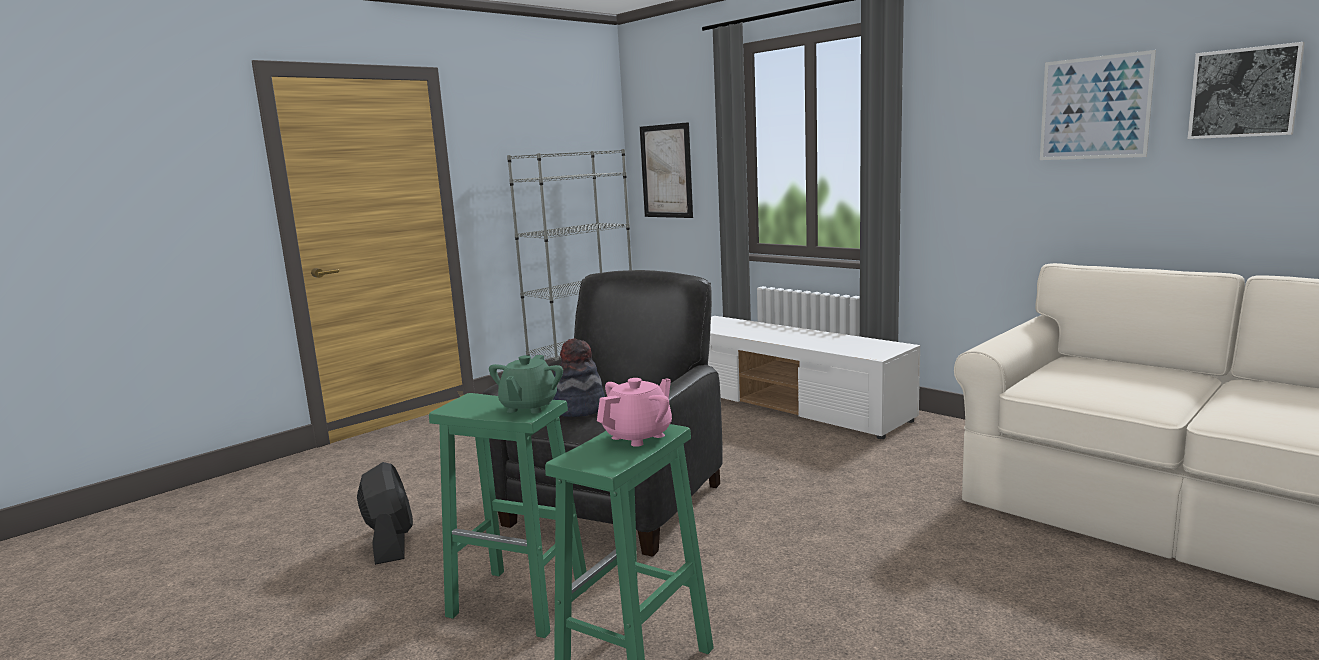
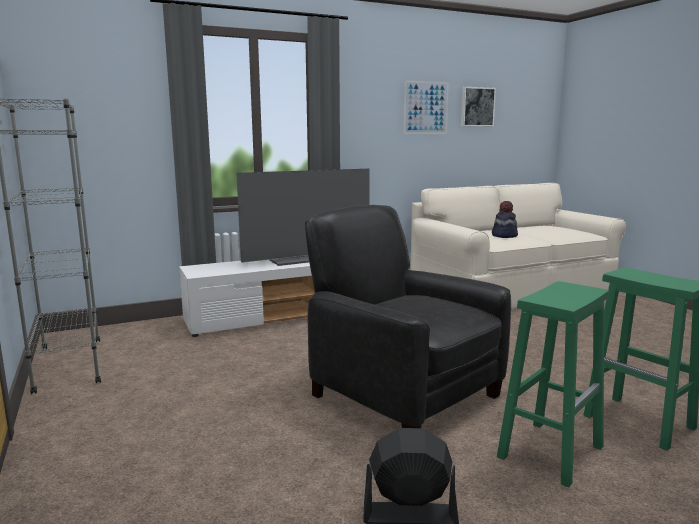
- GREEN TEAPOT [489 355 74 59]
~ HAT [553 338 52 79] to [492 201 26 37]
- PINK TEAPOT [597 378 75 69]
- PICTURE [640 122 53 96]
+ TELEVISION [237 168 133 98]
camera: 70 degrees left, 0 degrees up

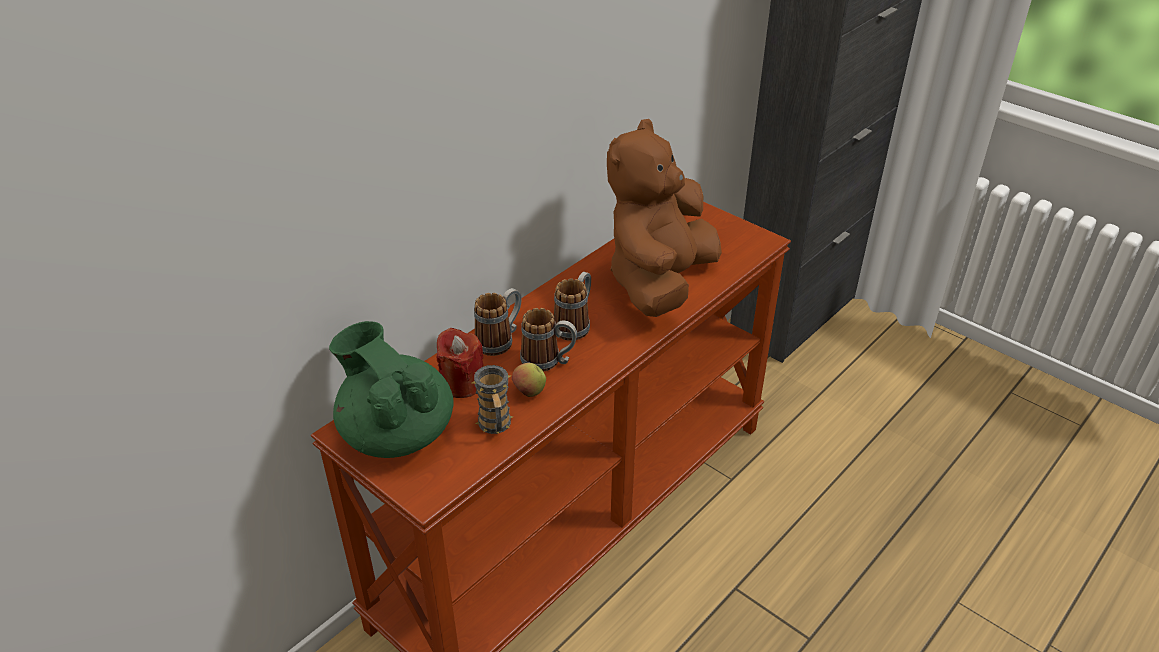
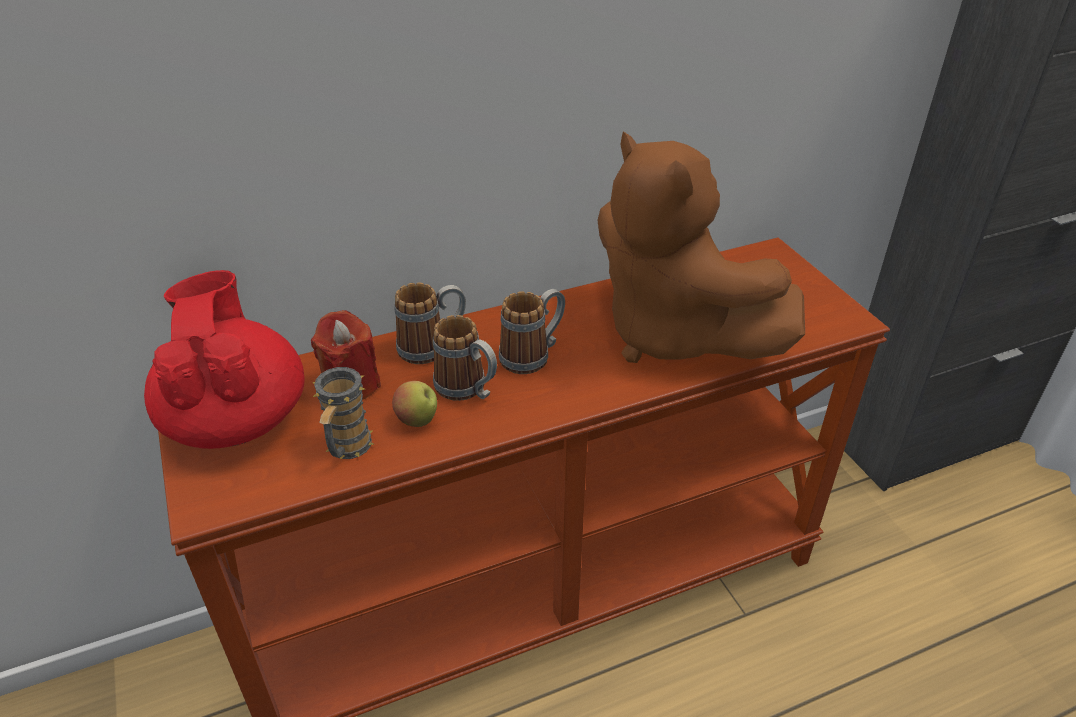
~ GREEN TEAPOT [329 321 125 137] to RED TEAPOT [144 270 161 179]
~ BROWN PLUSH TOY [607 119 115 198] = [598 132 207 231] 90 degrees counterclockwise
camera: 25 degrees right, 0 degrees up

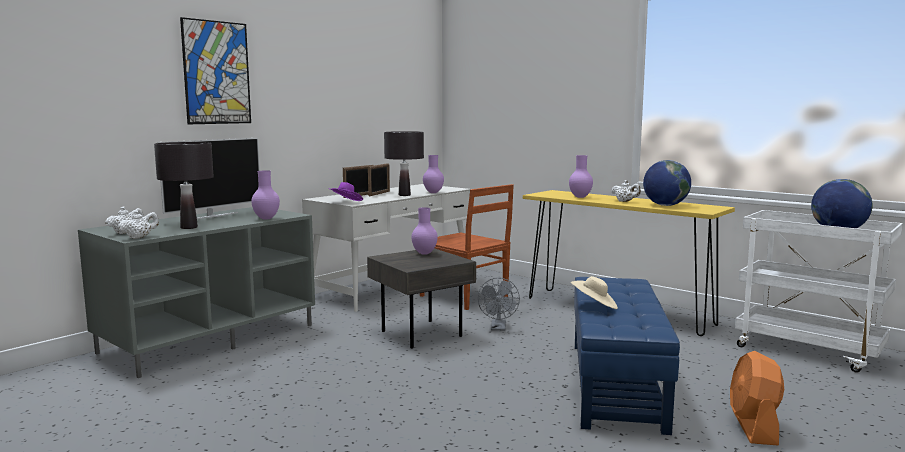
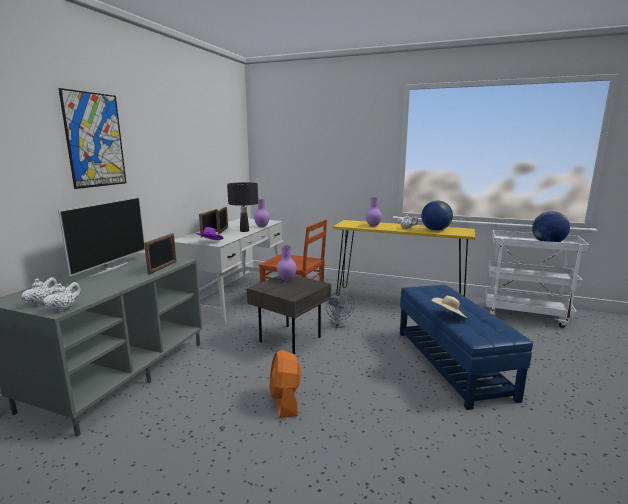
- BLACK TABLE LAMP [154 142 60 87]
~ PURPLE VASE [251 170 29 50] to PICTURE FRAME [144 233 33 42]
~ ORANGE FAN [730 351 54 94] to [270 350 31 68]
camera: 20 degrees left, 5 degrees up

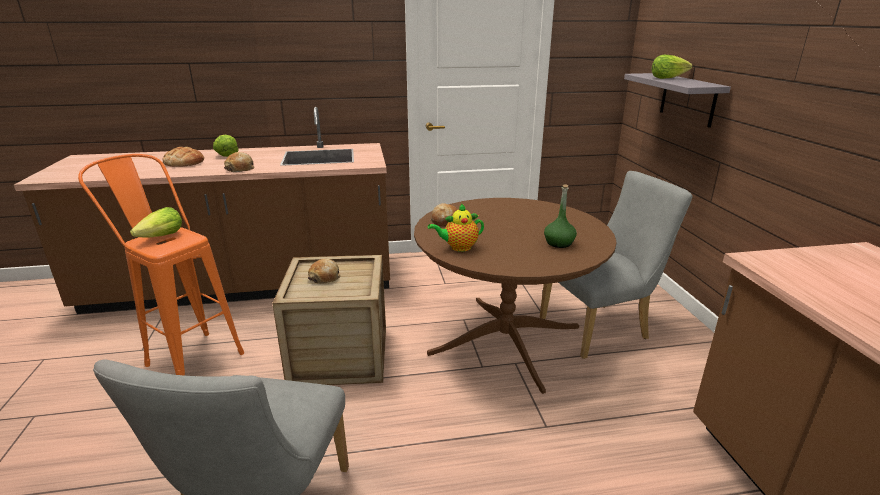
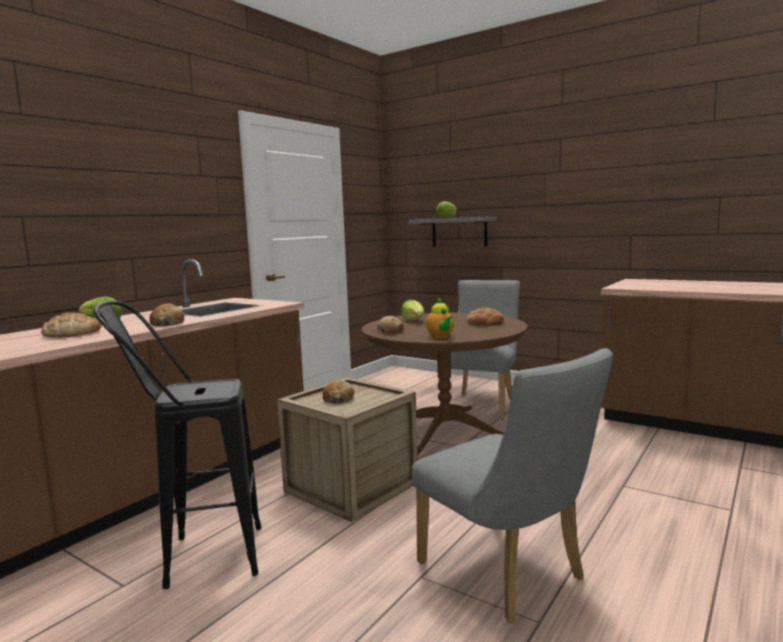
~ ORANGE STOOL [78 154 166 222] to BLACK STOOL [93 301 168 288]
~ LETTUCE [130 207 52 30] to [401 300 23 20]
~ TEAPOT [428 204 56 48] = [426 297 28 41] 45 degrees counterclockwise
~ GREEN BOTTLE [544 185 33 63] to BREAD [467 307 37 18]
camera: 45 degrees left, 15 degrees down

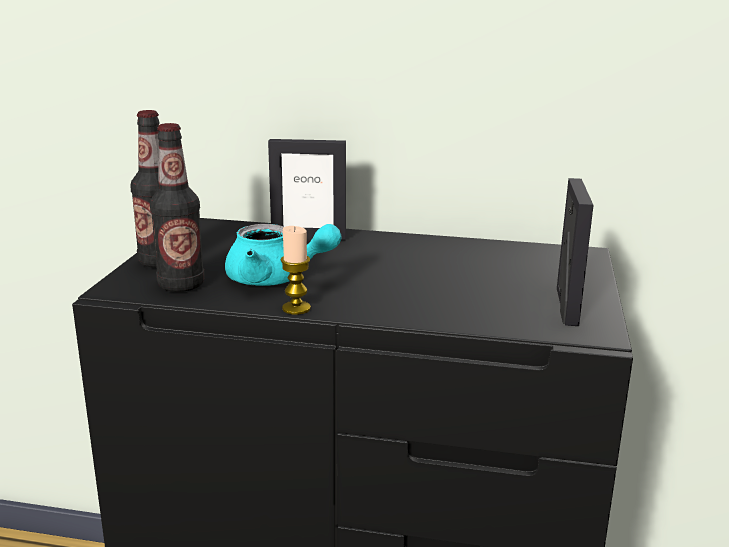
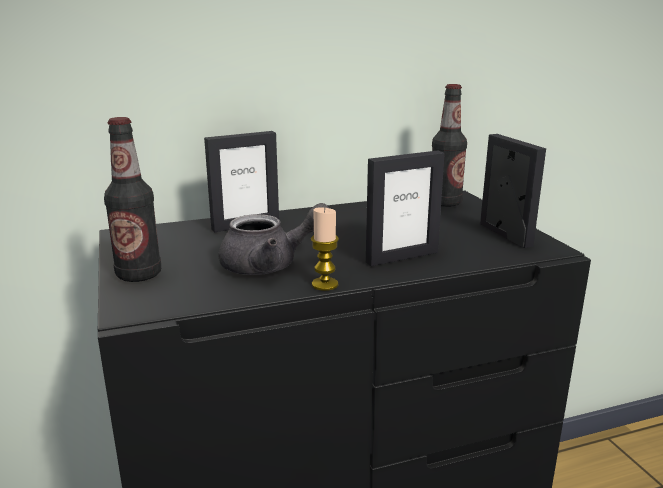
~ BOTTLE [150 123 55 169] to [432 84 35 123]
~ TURQUOISE TEAPOT [225 224 116 62] to GREY TEAPOT [219 203 110 72]
+ PICTURE FRAME [366 150 79 116]
camera: 30 degrees left, 0 degrees up

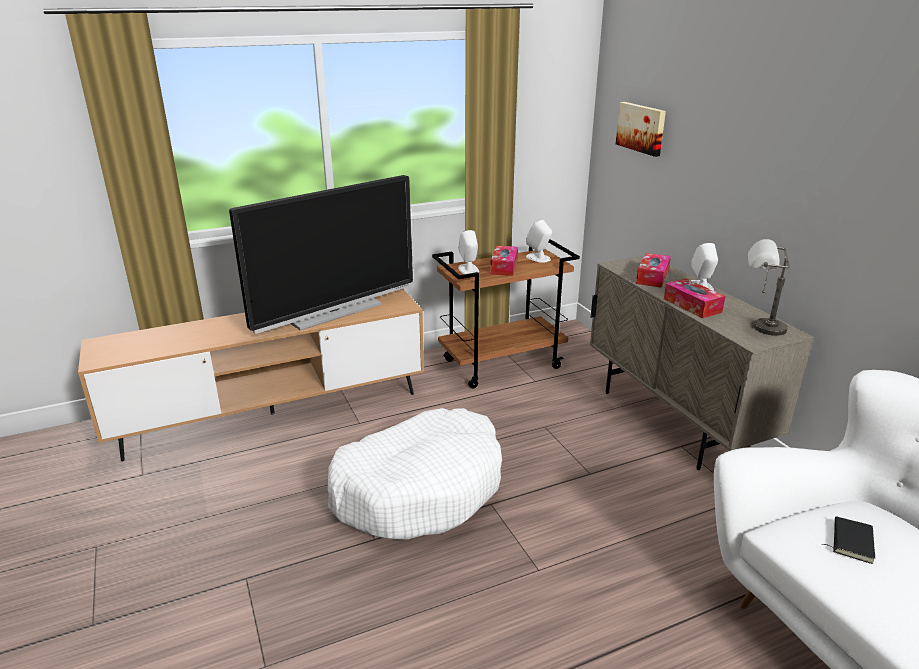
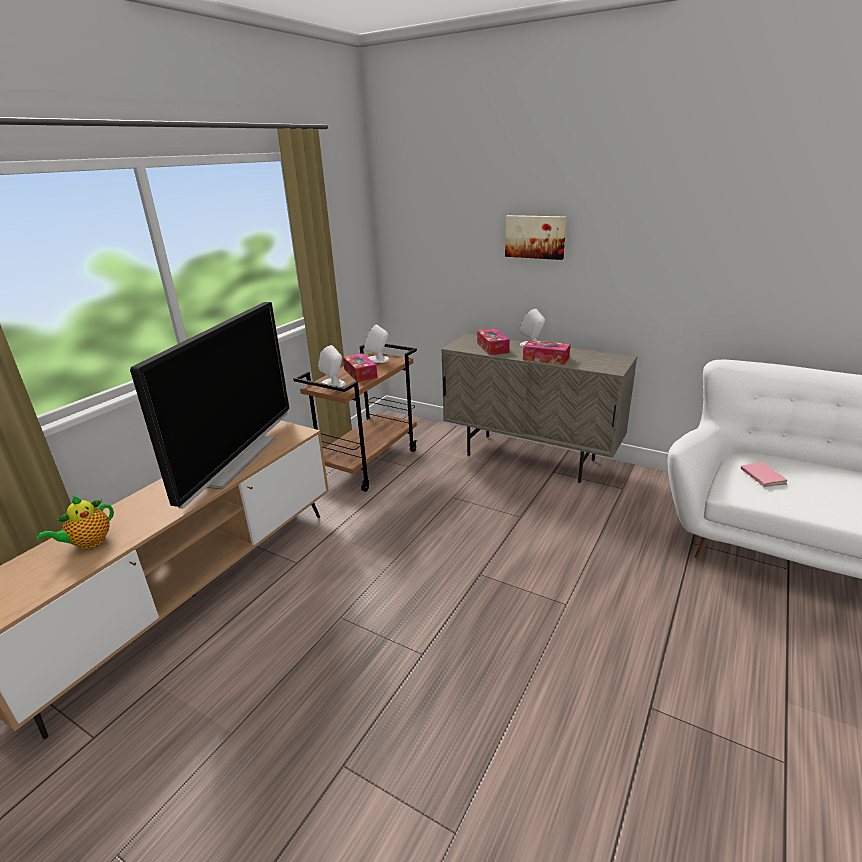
- WHITE DOG BED [328 408 174 132]
~ PICTURE [616 102 50 55] to [505 215 61 45]
- GREY TABLE LAMP [748 239 42 97]
~ BLACK BOOK [822 516 53 48] to PINK BOOK [741 462 46 25]
+ TEAPOT [36 496 78 53]
camera: 35 degrees left, 0 degrees up

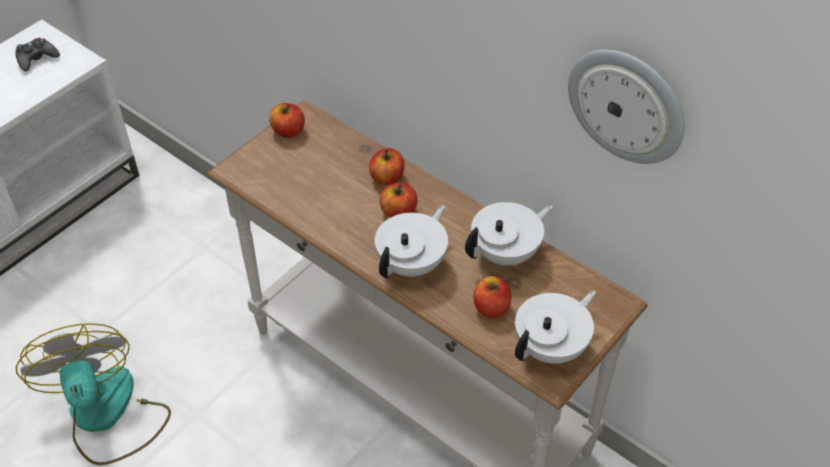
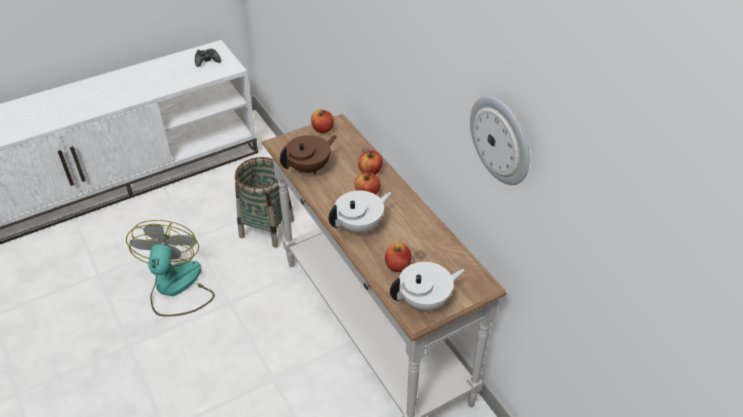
- WHITE TEAPOT [465 202 88 64]
+ BASKET [235 157 59 91]
+ BROWN TEAPOT [280 135 57 40]
camera: 20 degrees right, 5 degrees down

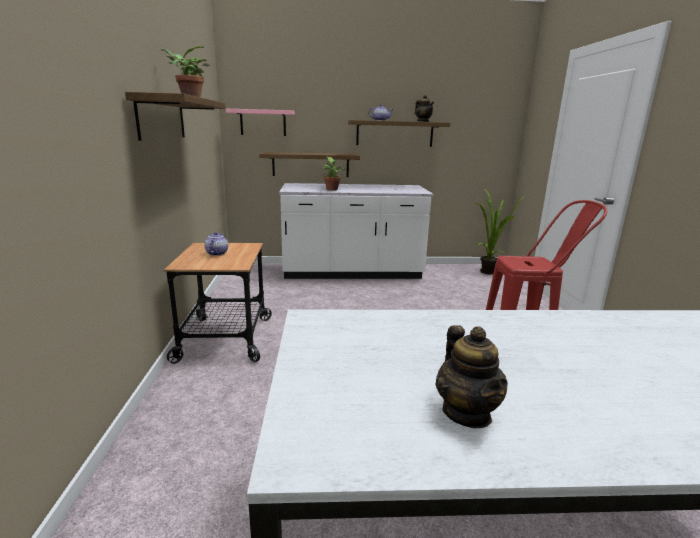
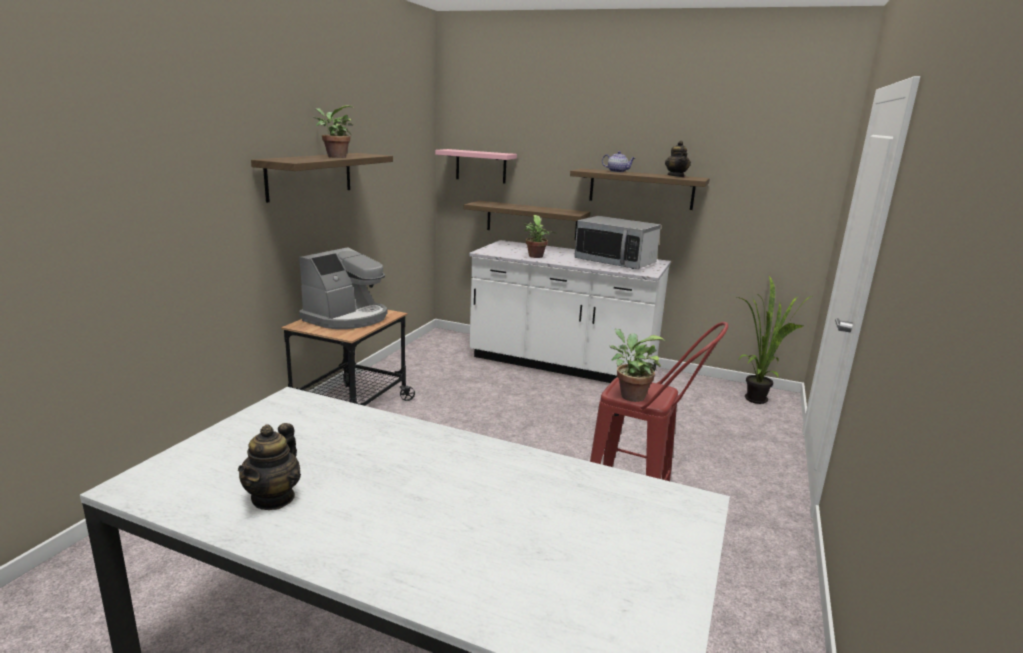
~ TEAPOT [204 232 24 24] to COFFEE MACHINE [299 247 88 82]
+ MICROWAVE [574 216 87 53]
+ POTTED PLANT [610 329 55 73]
camera: 25 degrees right, 0 degrees up

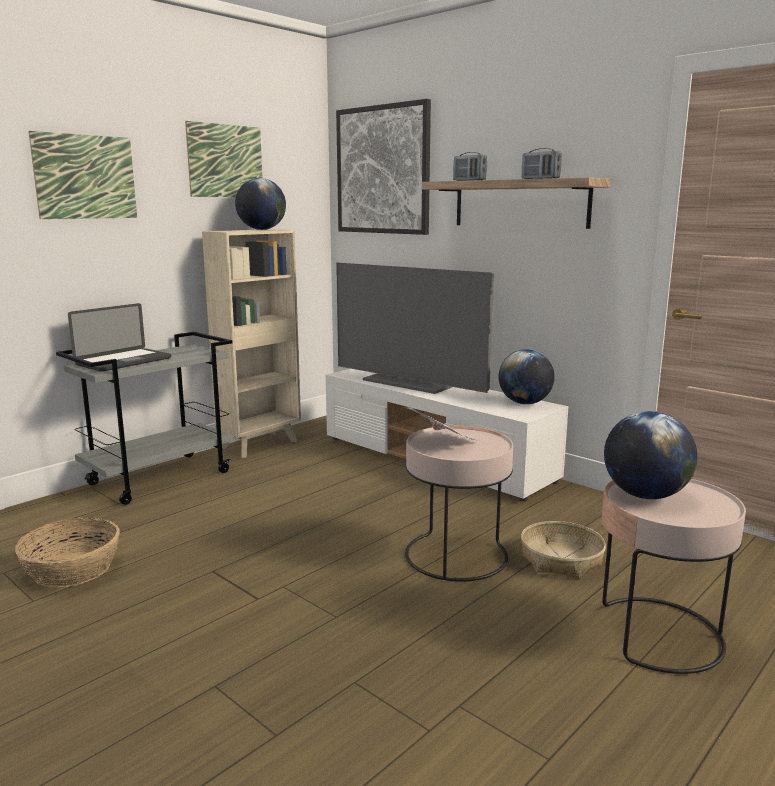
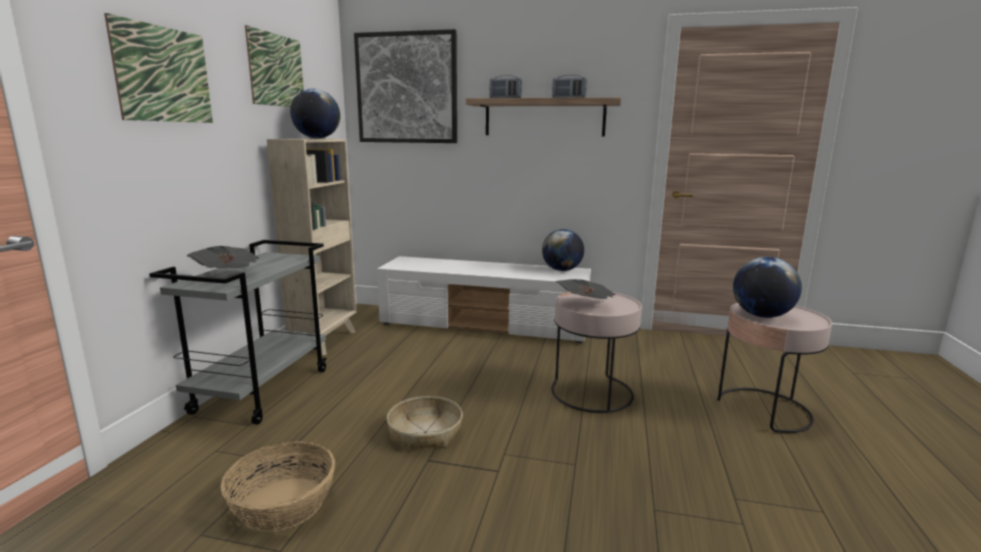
~ LAPTOP [68 303 103 69] to NEWSPAPER [187 246 72 22]
- TELEVISION [336 263 158 131]
~ BASKET [521 521 85 58] to [387 396 76 55]
camera: 30 degrees left, 0 degrees up

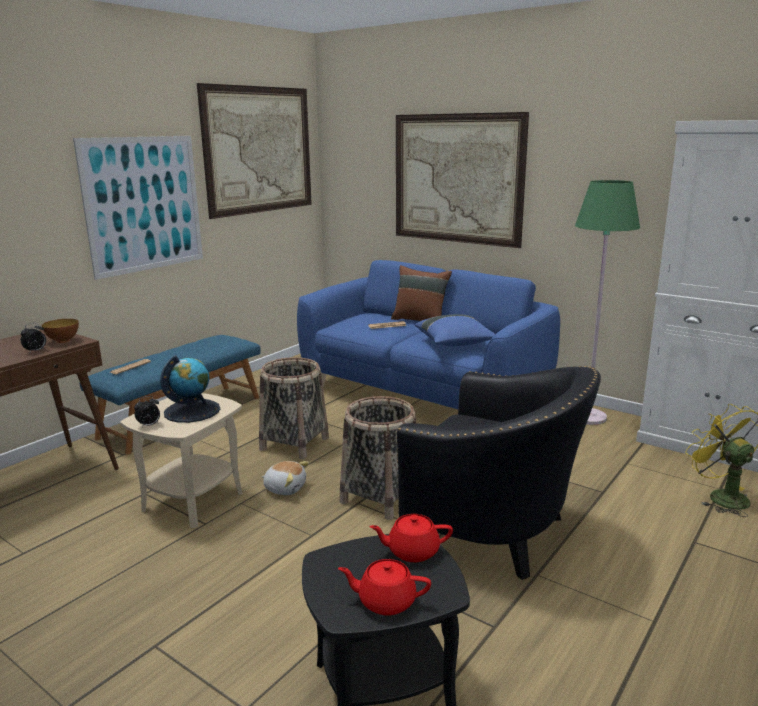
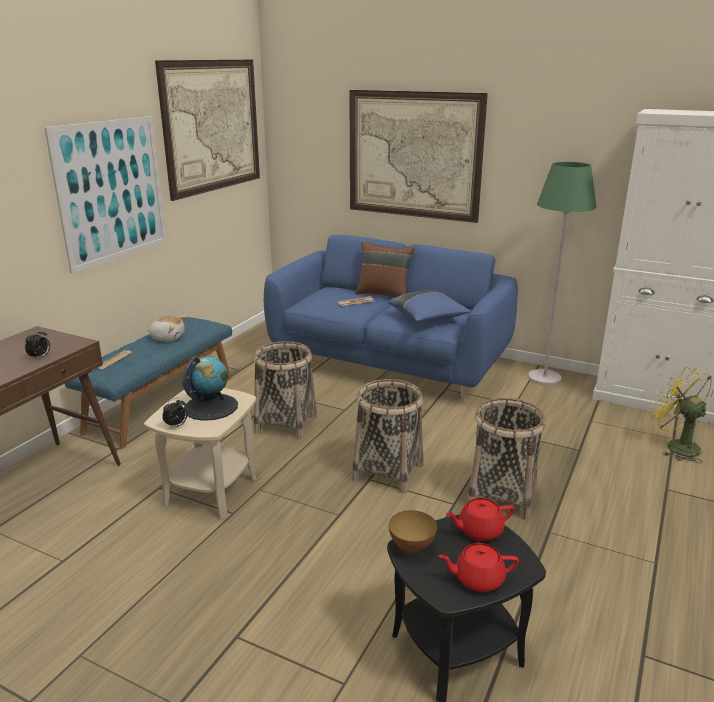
~ BOWL [42 319 37 24] to [389 510 48 43]
~ PLUSH TOY [261 461 48 34] to [148 315 39 27]
~ BLACK ARMCHAIR [396 366 205 214] to BASKET [467 398 79 122]
camera: 10 degrees left, 5 degrees up

